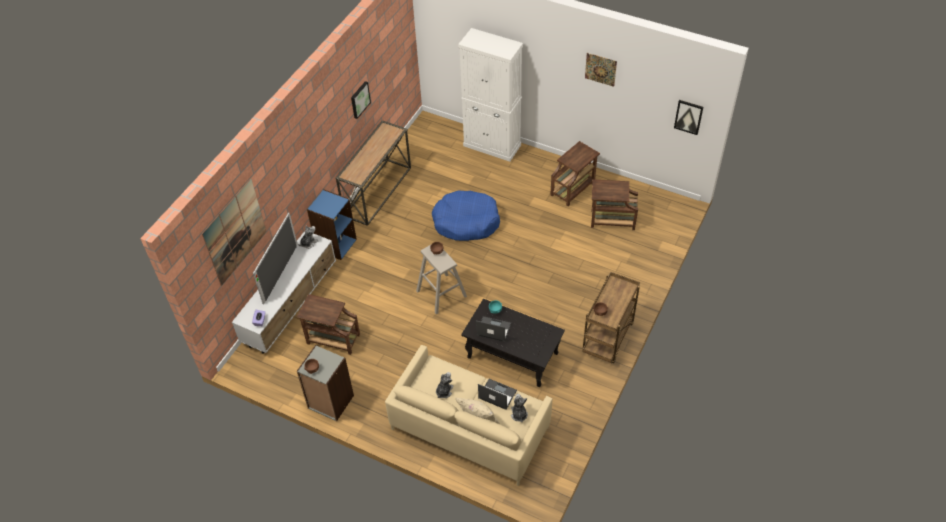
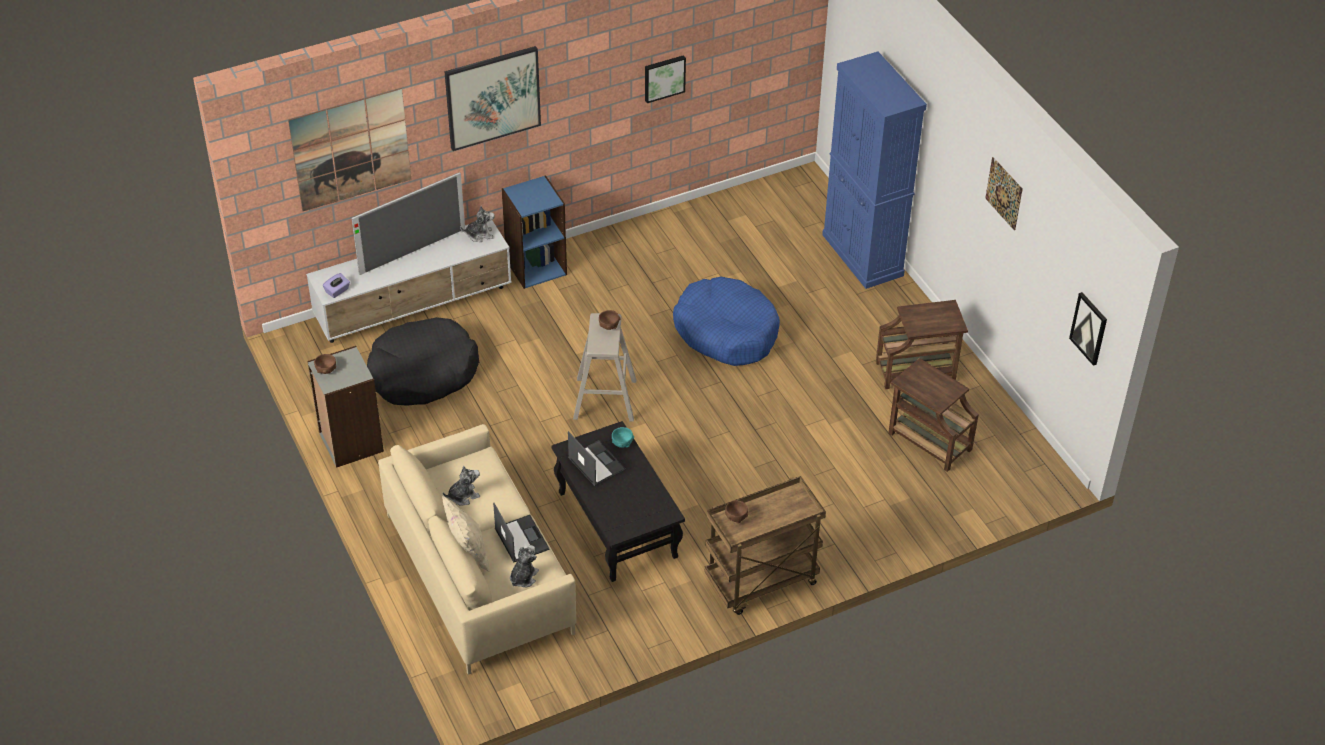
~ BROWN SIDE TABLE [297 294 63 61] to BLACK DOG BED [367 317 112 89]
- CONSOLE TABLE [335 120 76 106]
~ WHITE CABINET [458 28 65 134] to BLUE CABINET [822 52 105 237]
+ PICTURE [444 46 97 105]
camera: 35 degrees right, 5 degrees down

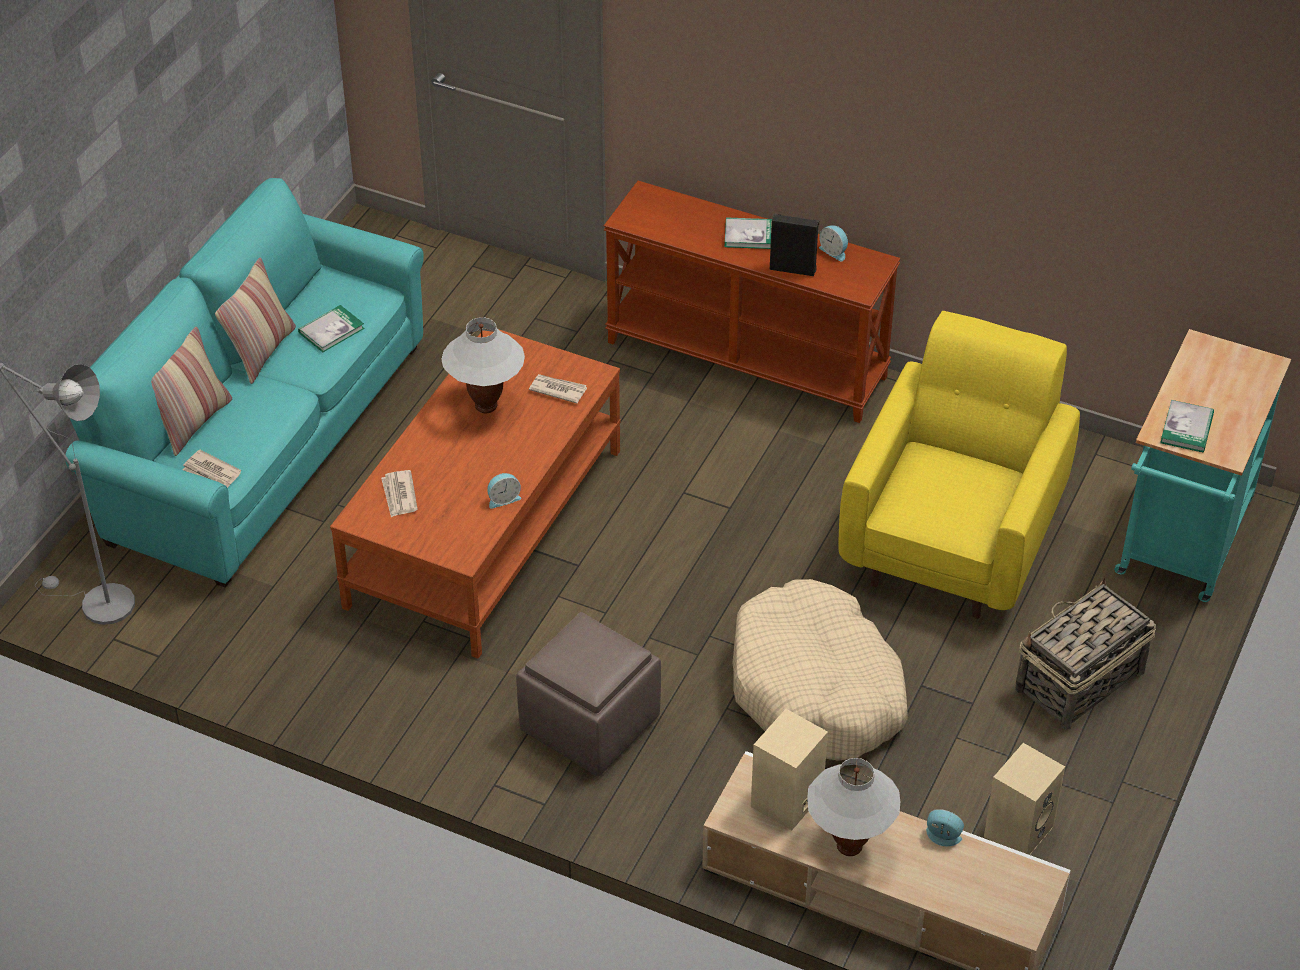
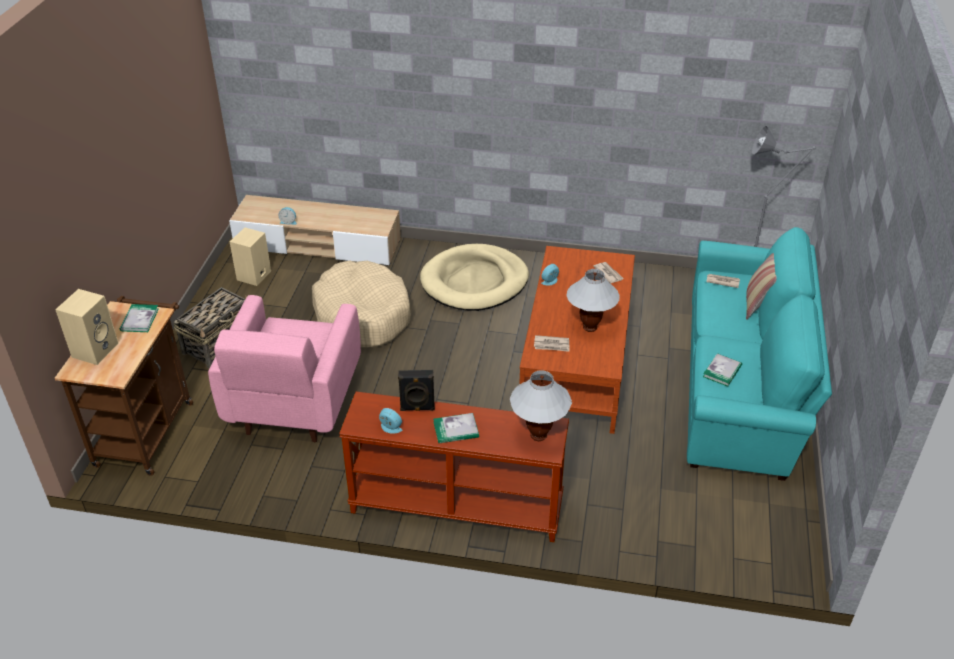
- PILLOW [215 257 81 127]
~ BROWN OTTOMAN [516 612 145 164] to BEIGE DOG BED [420 244 109 67]
~ BEIGE SPEAKER [751 709 77 121] to [55 289 64 76]
~ WHITE TABLE LAMP [807 758 93 98] to [510 370 62 71]
~ YELLOW ARMCHAIR [839 311 241 308] to PINK ARMCHAIR [208 295 153 147]
~ TURQUOISE CART [1114 329 177 273] to BROWN CART [55 296 138 179]
camera: 165 degrees right, 5 degrees down

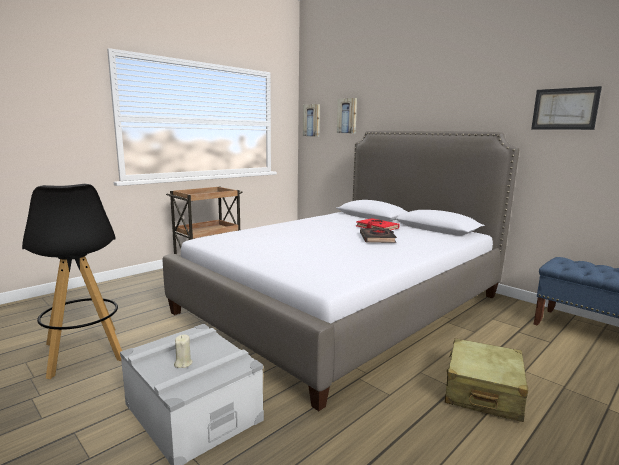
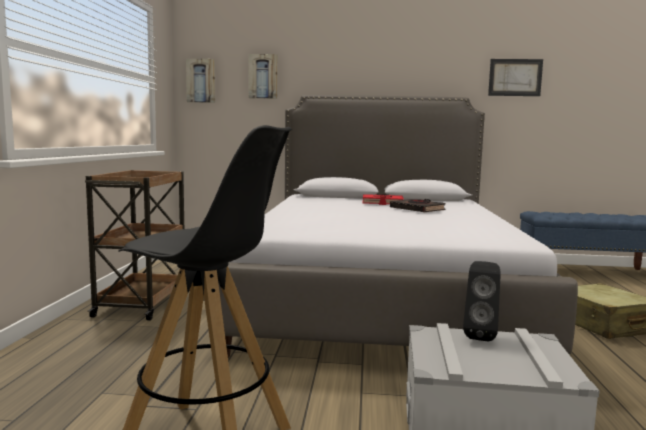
- BEIGE CANDLE [174 334 19 34]
+ BLACK SPEAKER [463 261 38 81]
camera: 40 degrees left, 5 degrees down

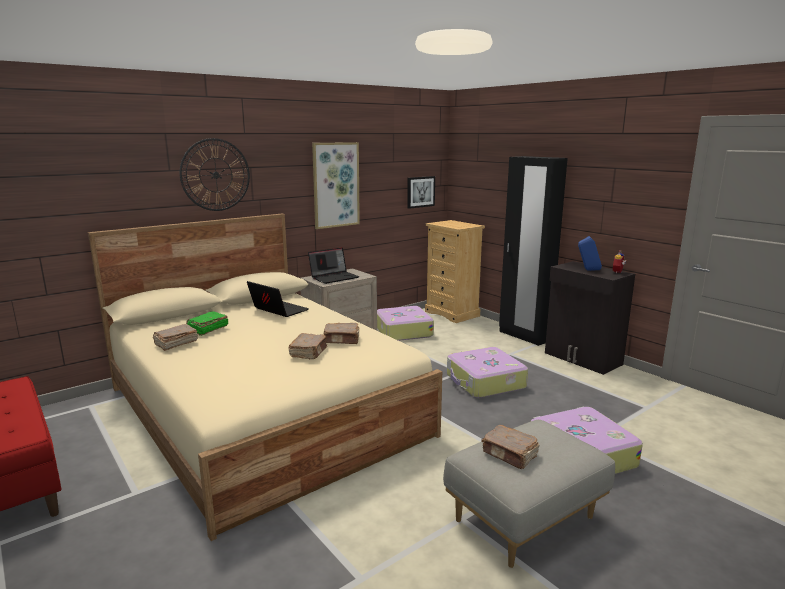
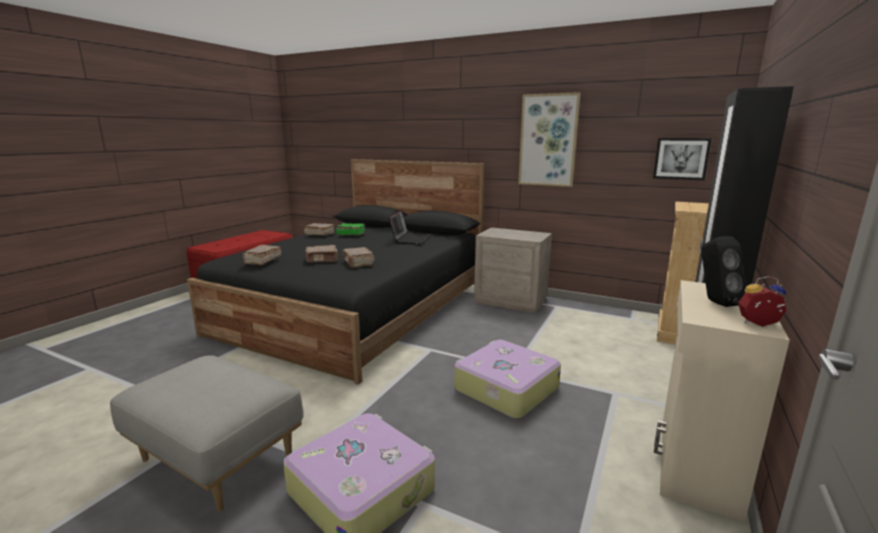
~ BEIGE BED [88 213 354 328] to BLACK BED [187 159 298 226]
- WALL CLOCK [180 138 70 73]
- LAPTOP [308 248 51 36]
- SUITCASE [377 306 57 35]
~ BROWN BOOK [481 425 58 44] to [242 245 39 20]
~ BLACK CABINET [545 261 90 114] to BEIGE CABINET [654 280 136 242]
~ BLUE SPEAKER [578 236 24 35] to BLACK SPEAKER [701 236 45 71]
camera: 65 degrees right, 0 degrees up

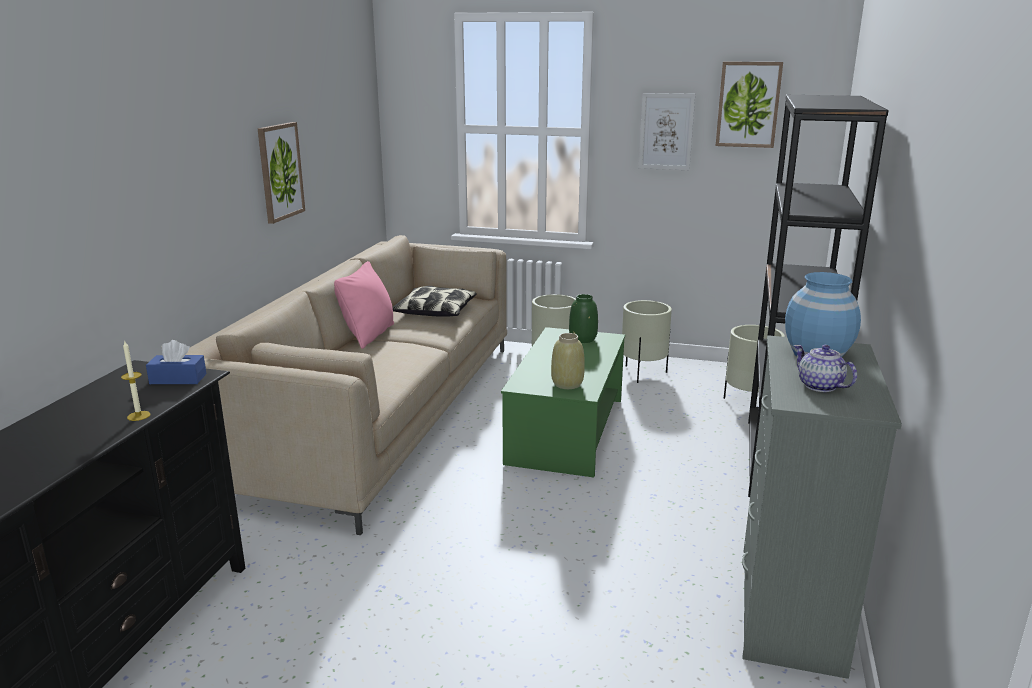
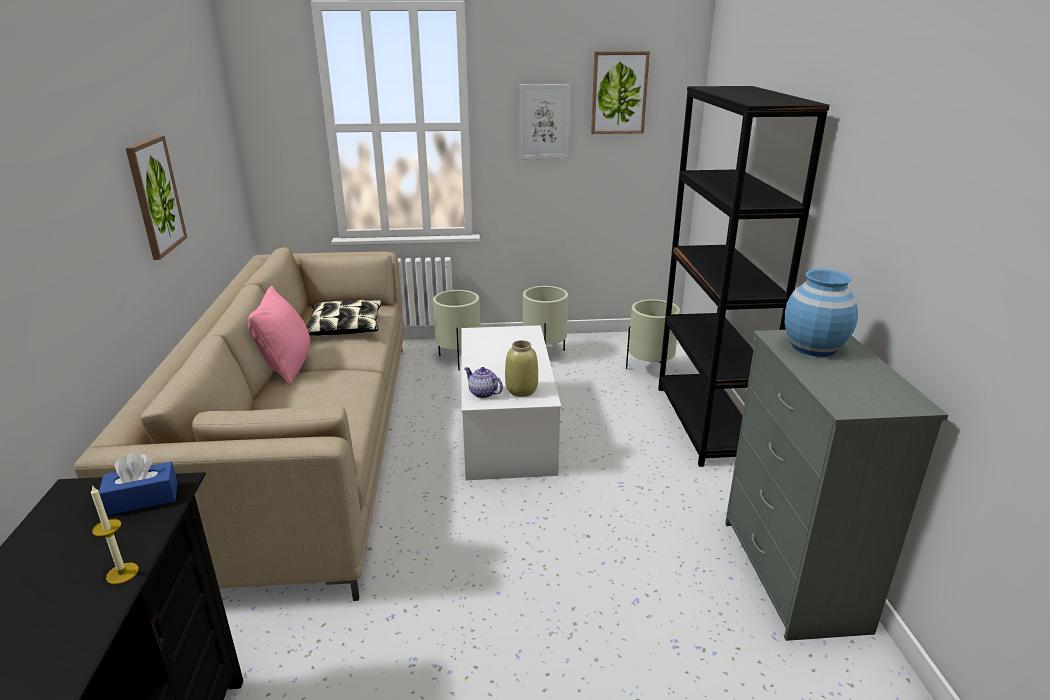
~ GREEN COFFEE TABLE [501 327 124 150] to WHITE COFFEE TABLE [461 325 100 155]
- GREEN VASE [569 294 29 49]
~ TEAPOT [794 345 63 47] to [464 367 39 31]
camera: 20 degrees left, 5 degrees up

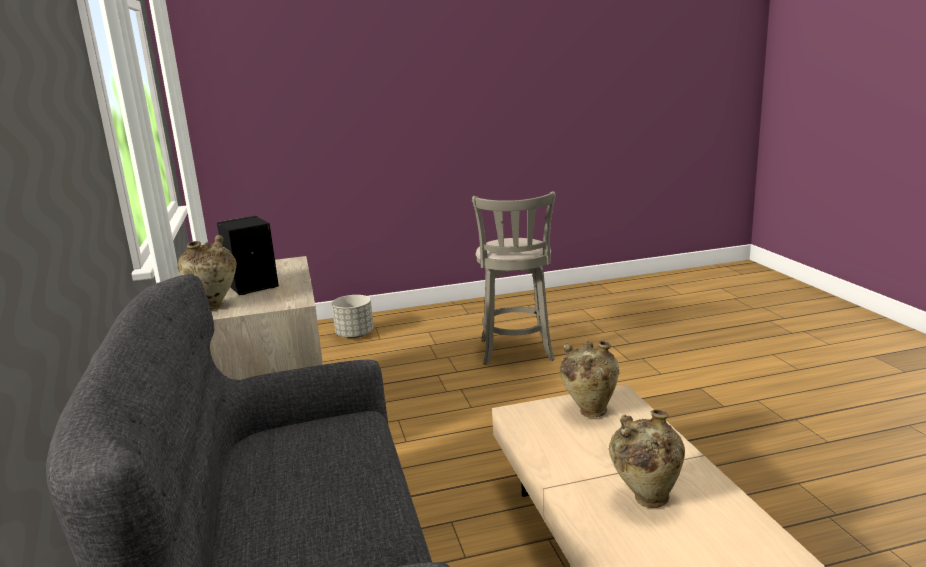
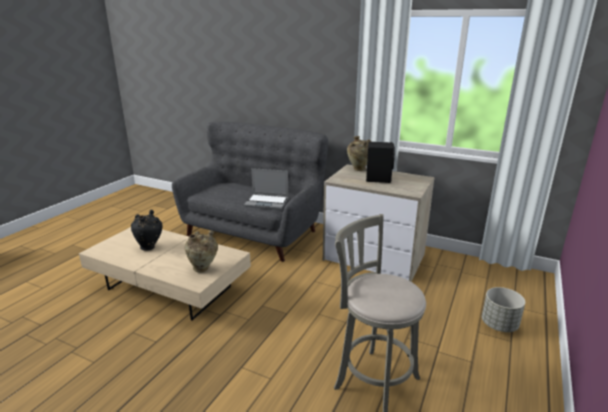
~ BEIGE VASE [609 410 76 98] to BLACK VASE [131 210 32 40]
+ LAPTOP [244 168 45 42]
camera: 130 degrees right, 5 degrees up

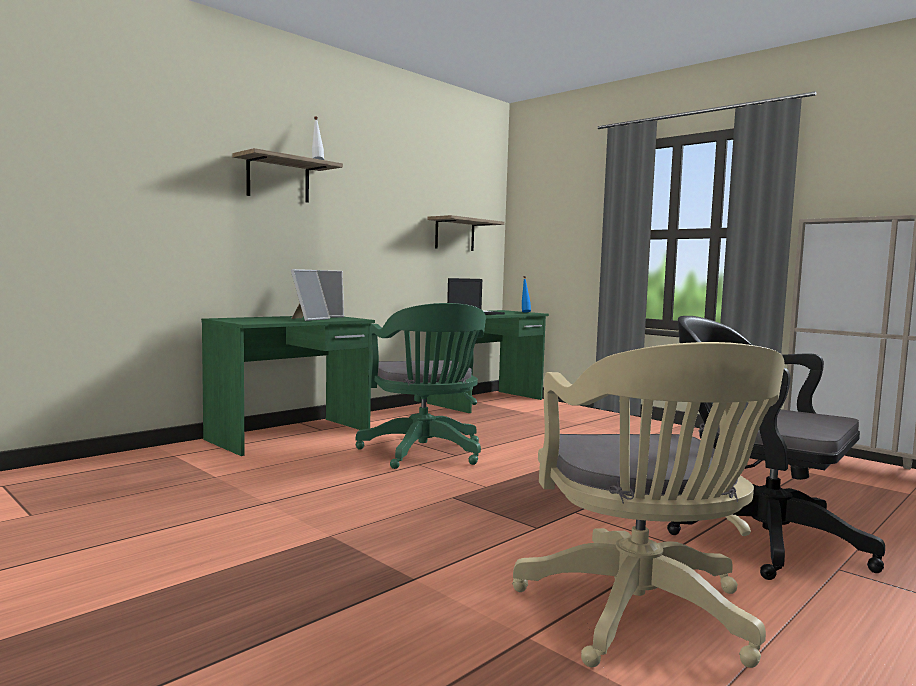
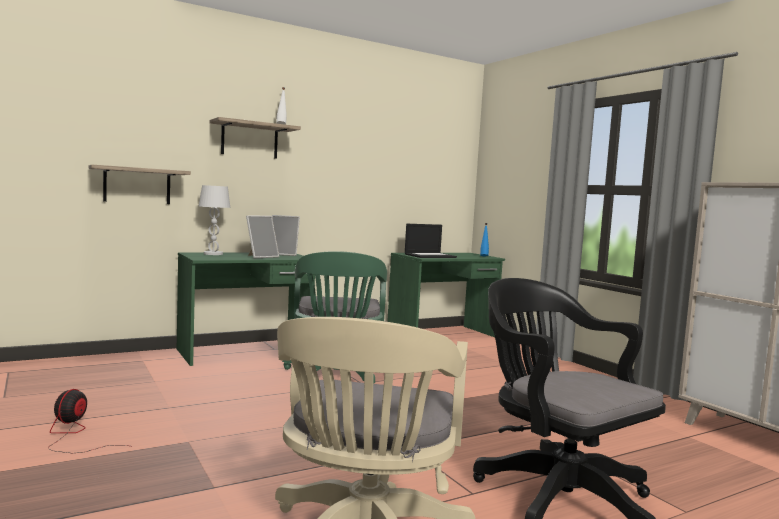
~ SHELF [427 215 77 36] to [89 165 102 39]
+ FAN [48 389 80 64]
+ WHITE TABLE LAMP [199 185 31 70]
camera: 15 degrees right, 0 degrees up

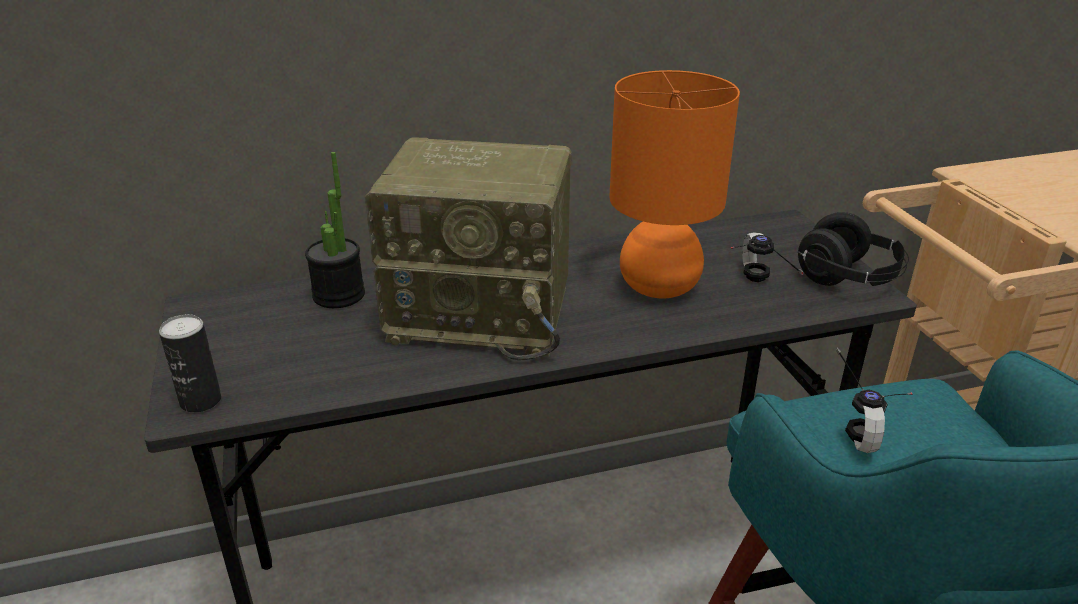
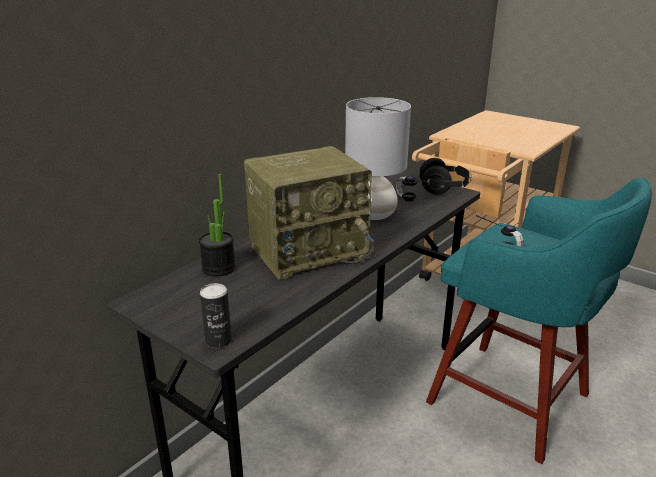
~ ORANGE TABLE LAMP [609 70 131 229] to GREY TABLE LAMP [345 97 66 123]
camera: 35 degrees left, 5 degrees down

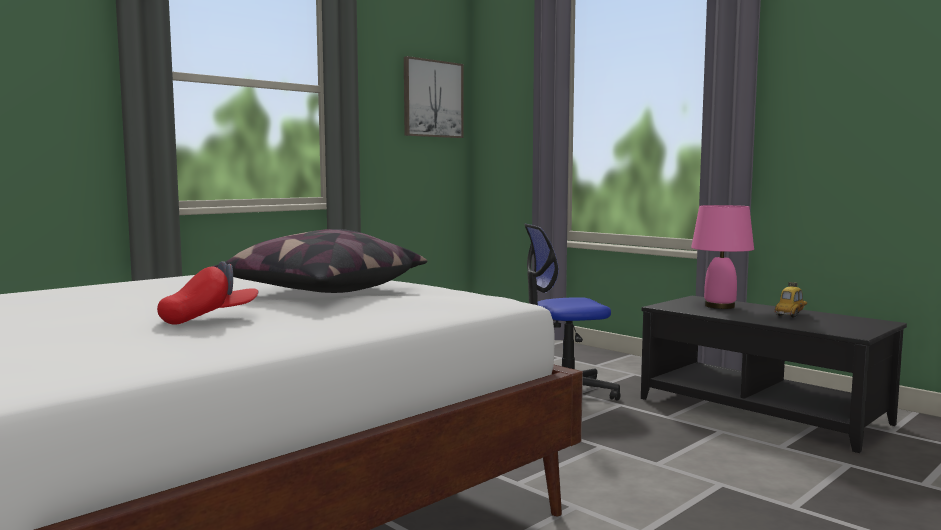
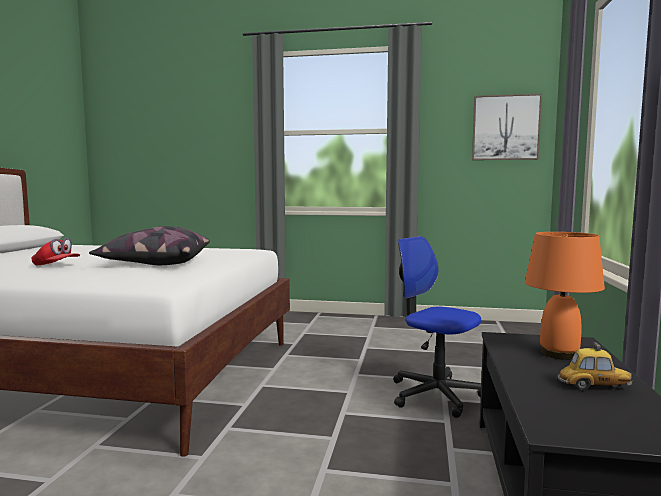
~ PINK TABLE LAMP [691 205 63 104] to ORANGE TABLE LAMP [525 232 80 128]
camera: 55 degrees right, 0 degrees up

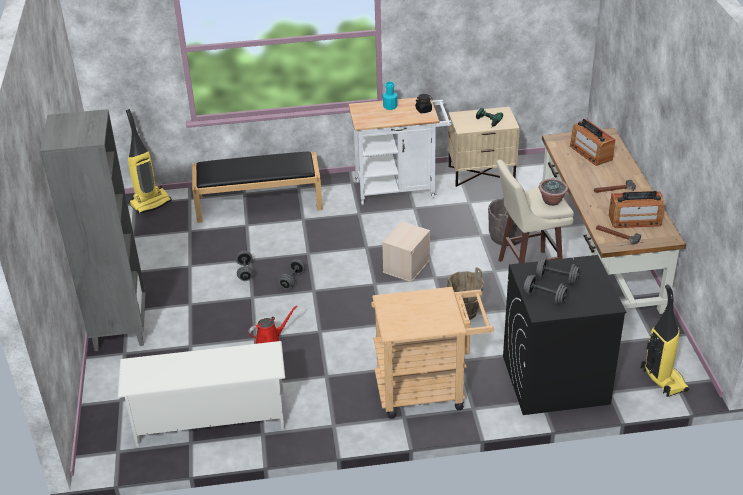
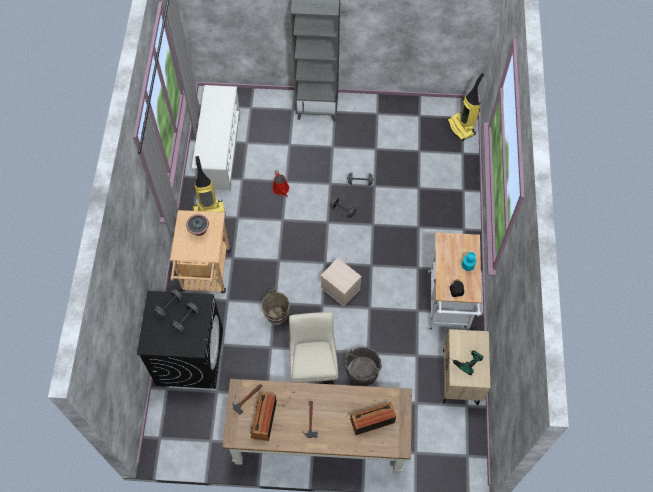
- BLACK BENCH [192 152 131 71]
~ POTTED PLANT [539 179 29 27] to [186 214 23 22]
~ VACUUM CLEANER [641 284 48 113] to [193 156 33 60]
camera: 100 degrees right, 25 degrees up

